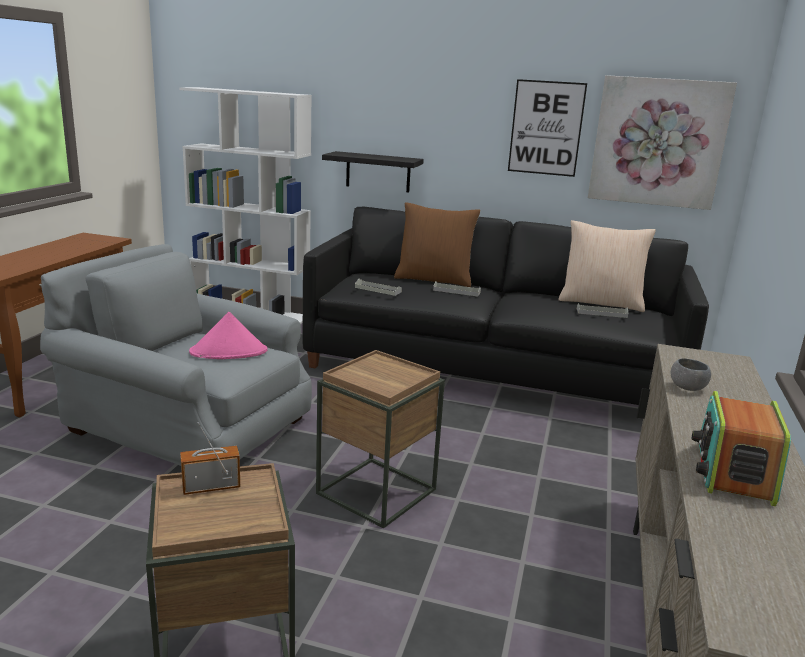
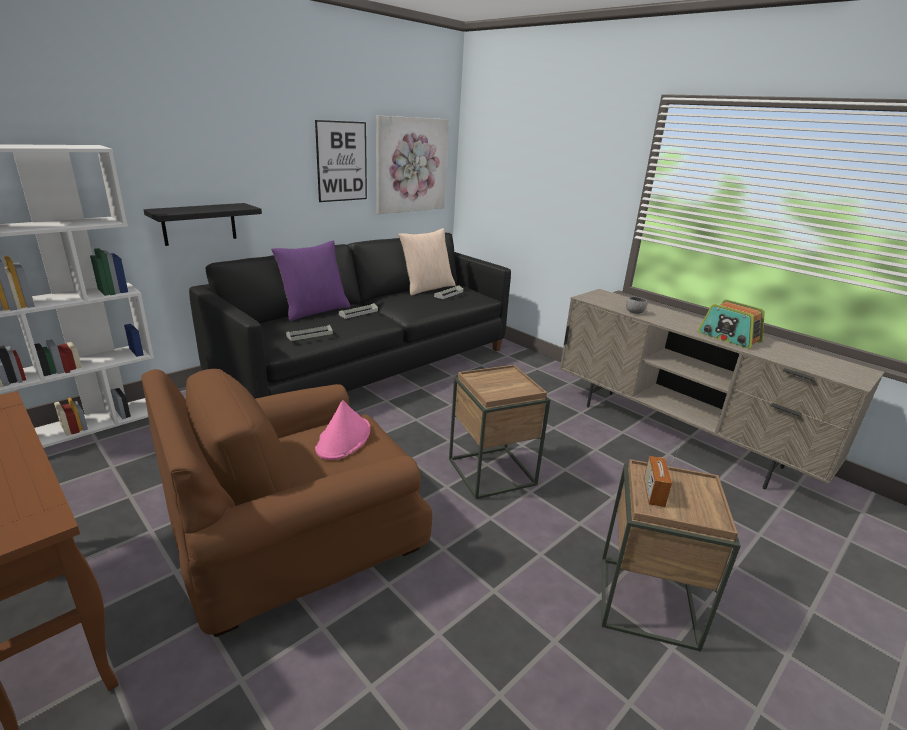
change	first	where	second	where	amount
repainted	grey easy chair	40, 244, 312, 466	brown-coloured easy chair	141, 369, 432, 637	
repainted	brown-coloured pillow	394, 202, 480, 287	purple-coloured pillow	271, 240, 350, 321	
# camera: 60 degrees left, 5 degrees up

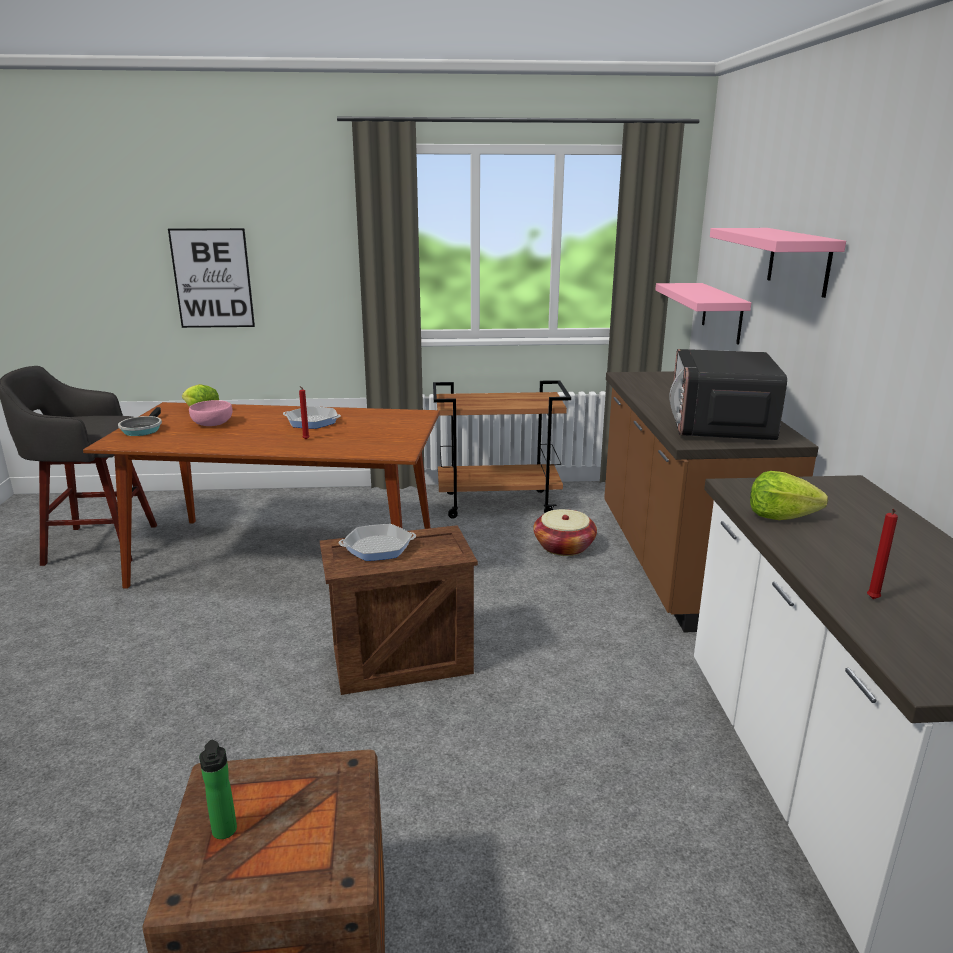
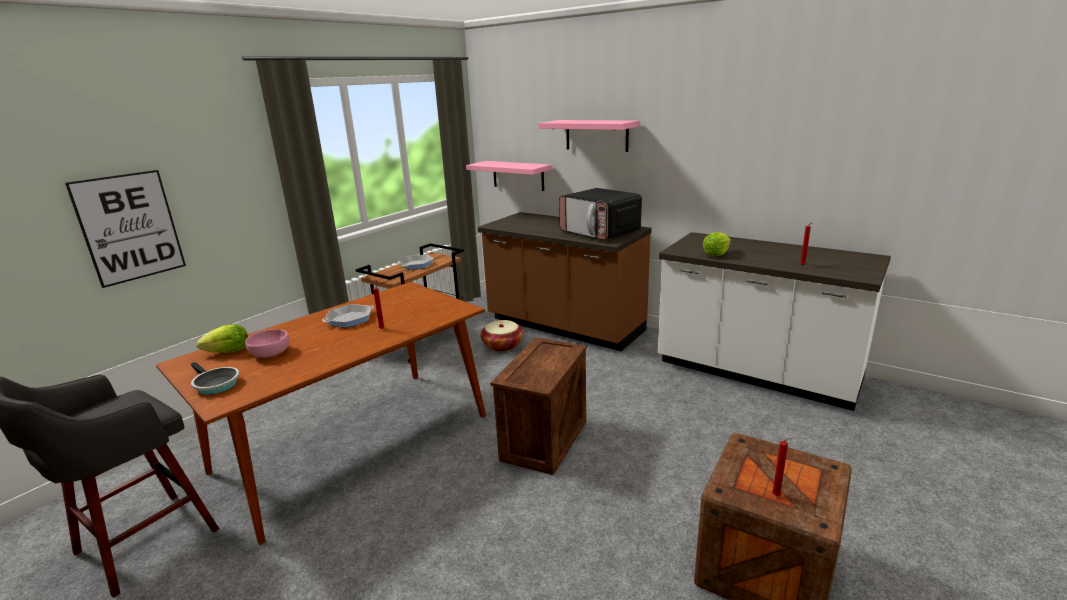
change	first	where	second	where	amount
shifted	skillet	339, 524, 416, 561		398, 254, 433, 270	
swapped	drink bottle	199, 740, 237, 839	red-coloured wax light	772, 438, 792, 496	
# camera: 50 degrees left, 0 degrees up

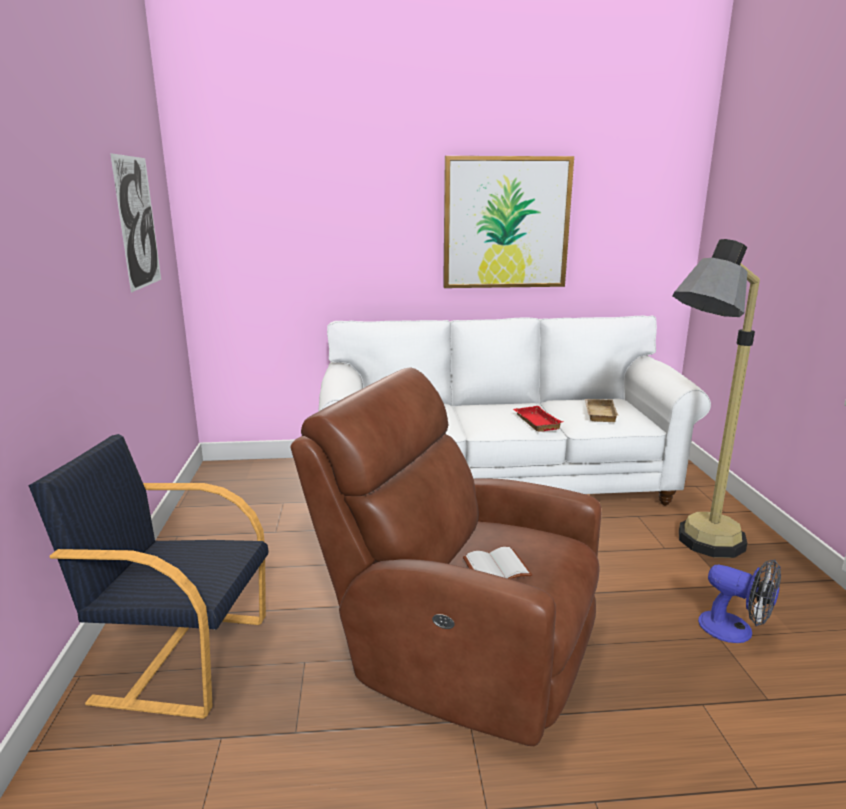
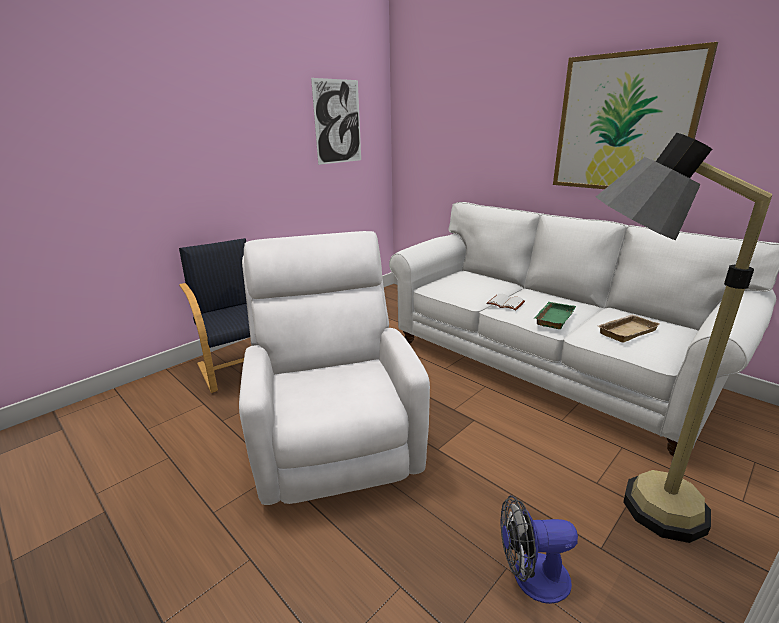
change	first	where	second	where	amount
shifted	white-coloured volume	463, 547, 532, 579		486, 294, 525, 310	
repainted	brown-coloured easy chair	290, 367, 601, 746	white-coloured easy chair	239, 231, 430, 505	
repainted	red-coloured tray	513, 406, 563, 432	green-coloured tray	535, 302, 576, 329	
rotated	electric fan	698, 559, 781, 643		501, 495, 578, 604	90 degrees clockwise
# camera: 50 degrees right, 5 degrees up

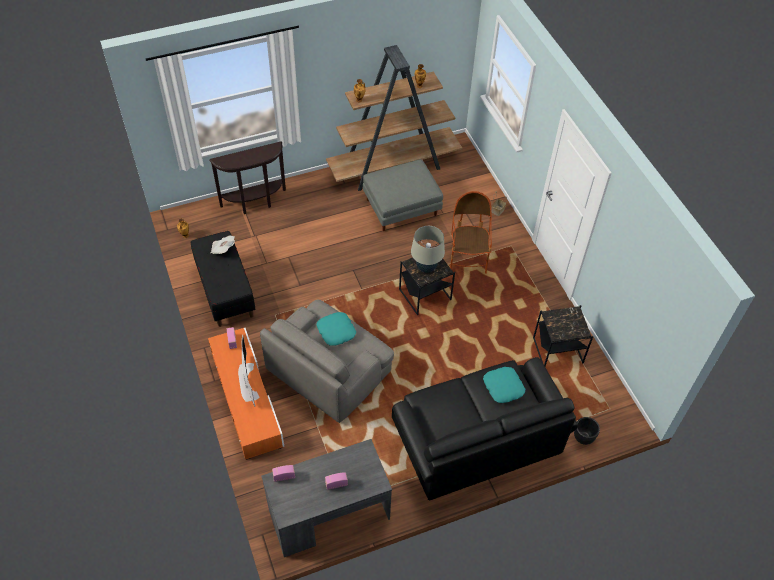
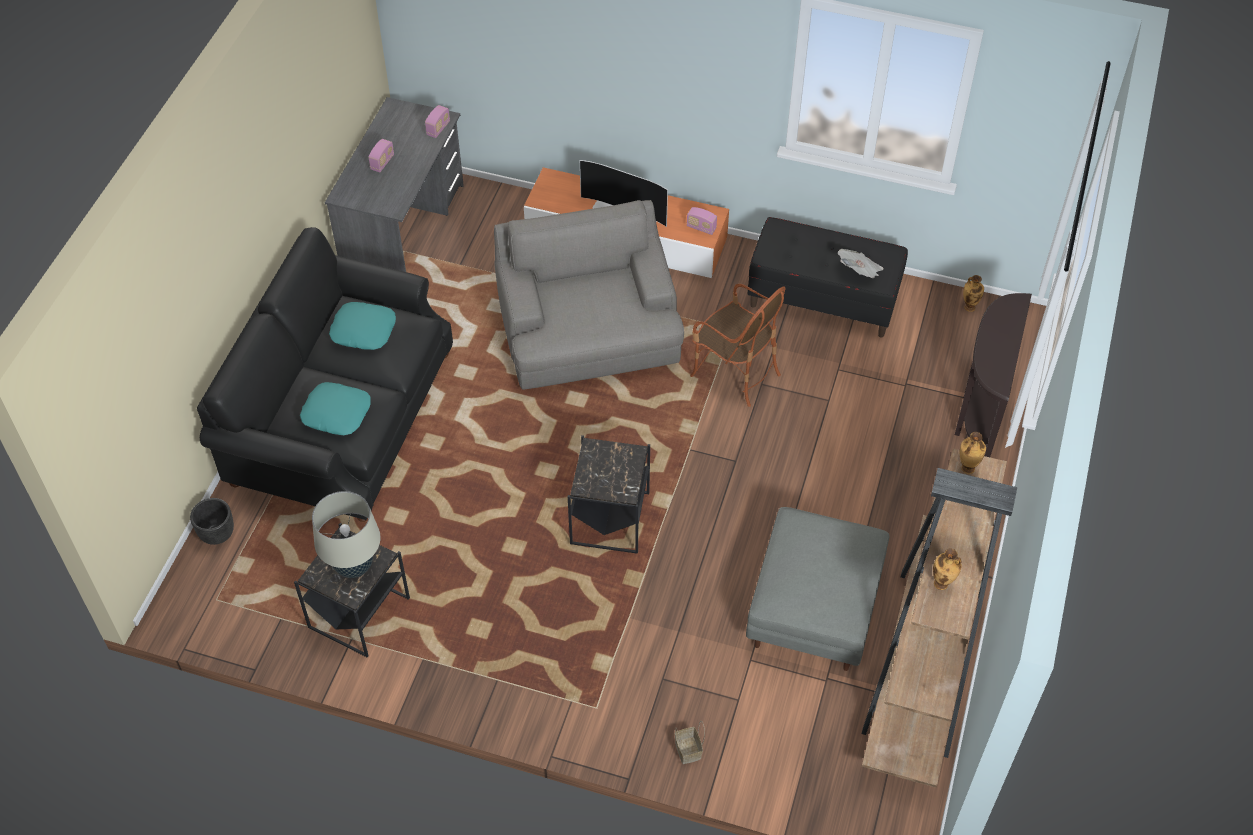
change	first	where	second	where	amount
shifted	turquoise pillow	316, 312, 356, 346		329, 302, 396, 350	
shifted	beige table lamp	411, 226, 445, 273		312, 491, 381, 578	
shifted	easy chair	450, 191, 492, 274		690, 284, 785, 407	
# camera: 130 degrees right, 0 degrees up

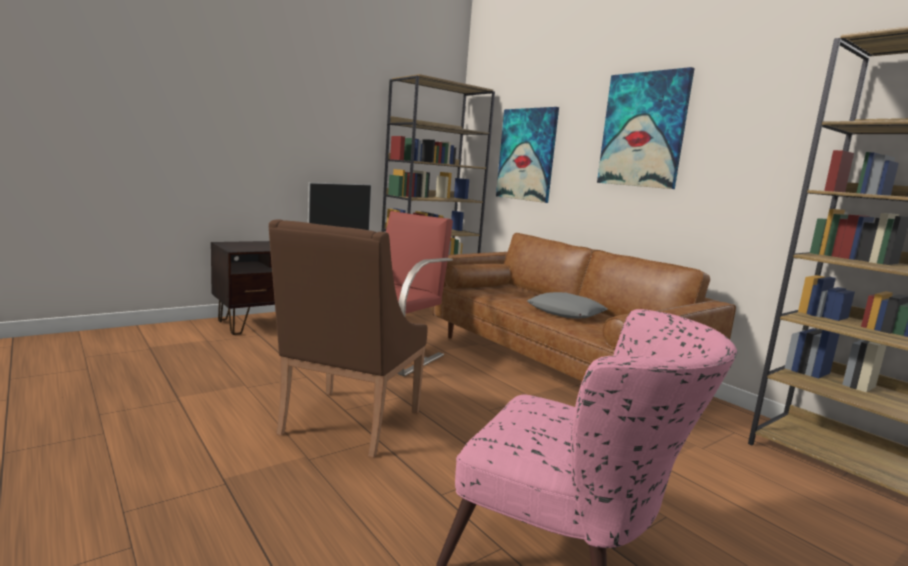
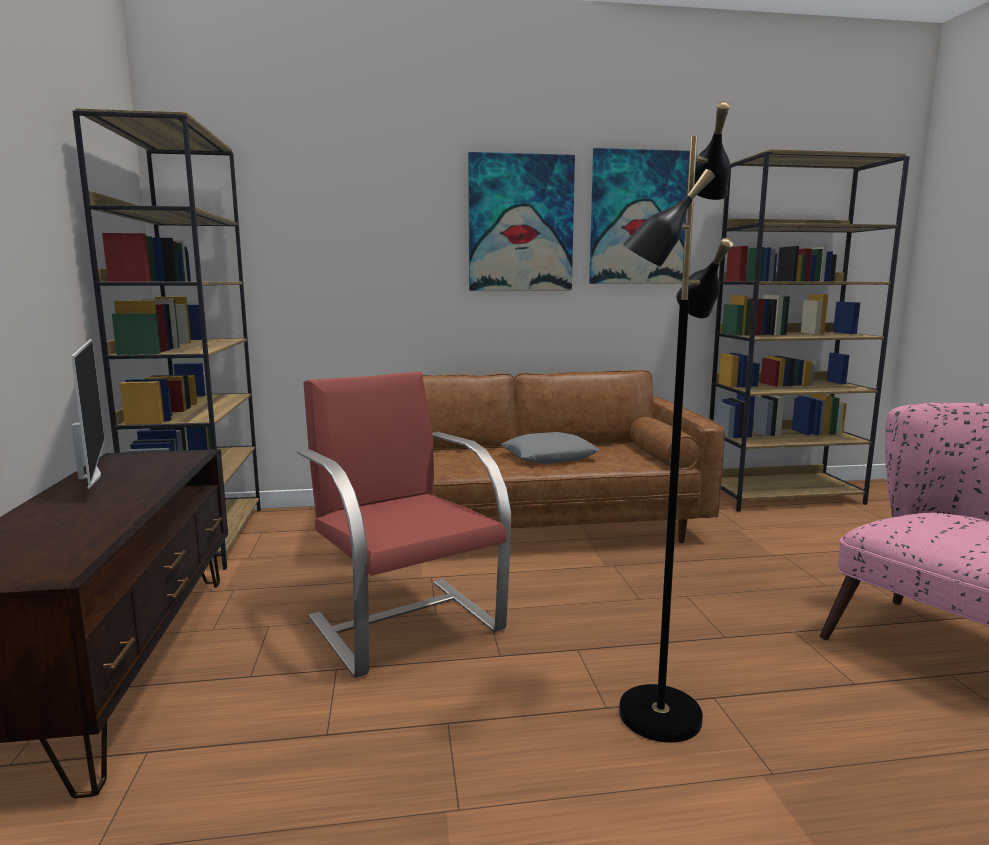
change	first	where	second	where	amount
shifted	wall art	496, 107, 559, 203		589, 148, 690, 284	
swapped	brown-coloured easy chair	269, 219, 427, 458	black standing lamp	619, 101, 733, 743	
# camera: 60 degrees left, 0 degrees up

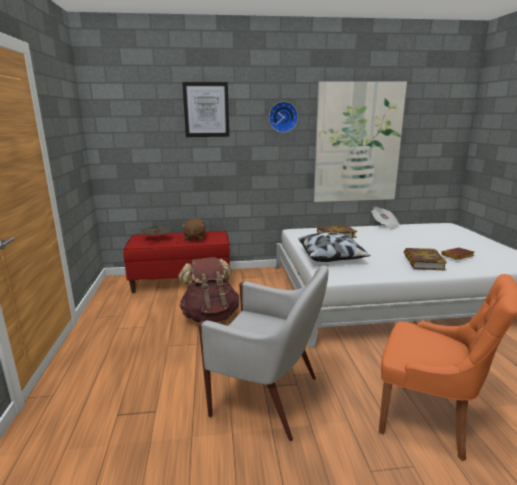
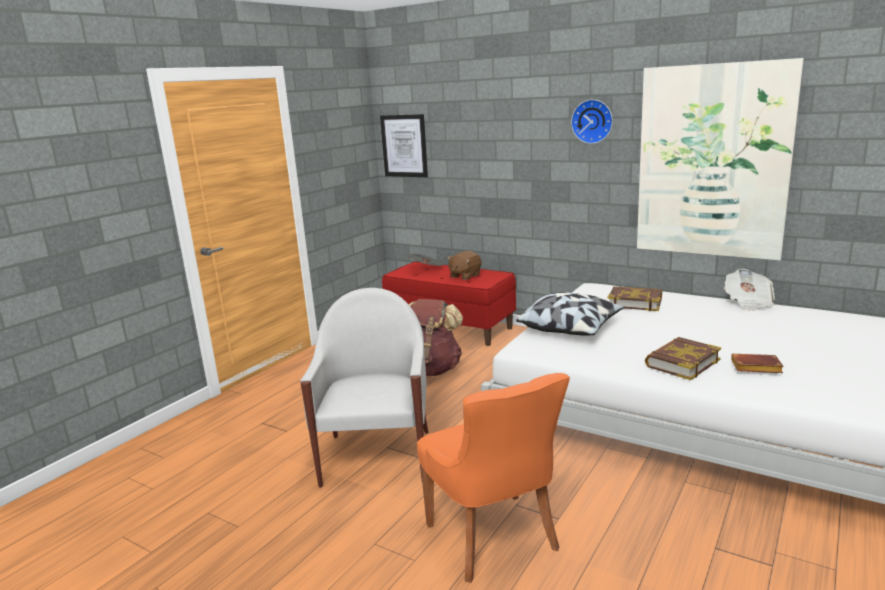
change	first	where	second	where	amount
shifted	wall art	182, 82, 229, 137		380, 114, 428, 177	
rotated	white-coloured easy chair	198, 265, 328, 441		300, 288, 428, 488	150 degrees counterclockwise
# camera: 40 degrees right, 0 degrees up

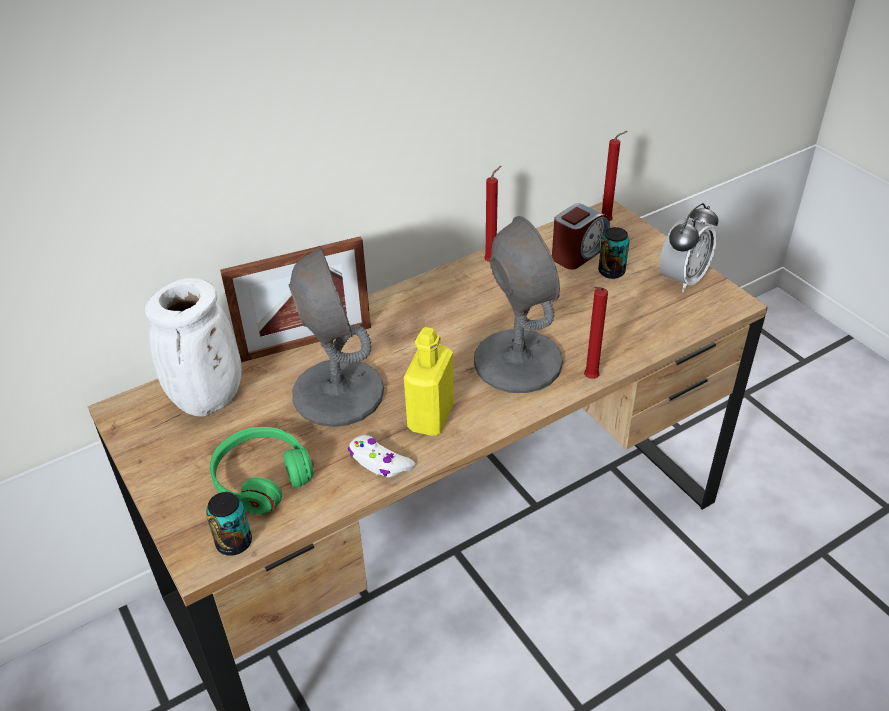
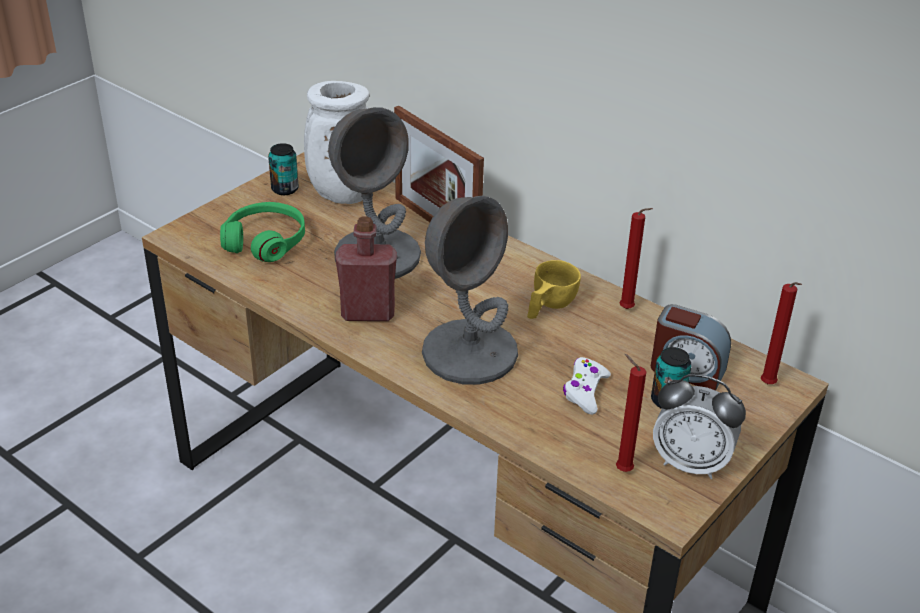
change	first	where	second	where	amount
new			yellowish drinking cup	527, 260, 581, 319	
shifted	sealed can	206, 492, 252, 556		268, 143, 299, 195	
shifted	white-coloured game controller	348, 435, 415, 477		563, 357, 611, 415	
shifted	red-coloured wax light	584, 286, 608, 379		616, 354, 646, 472	
repainted	yellowish drink bottle	404, 327, 454, 436	red-coloured drink bottle	335, 216, 397, 321	
# camera: 70 degrees right, 5 degrees down

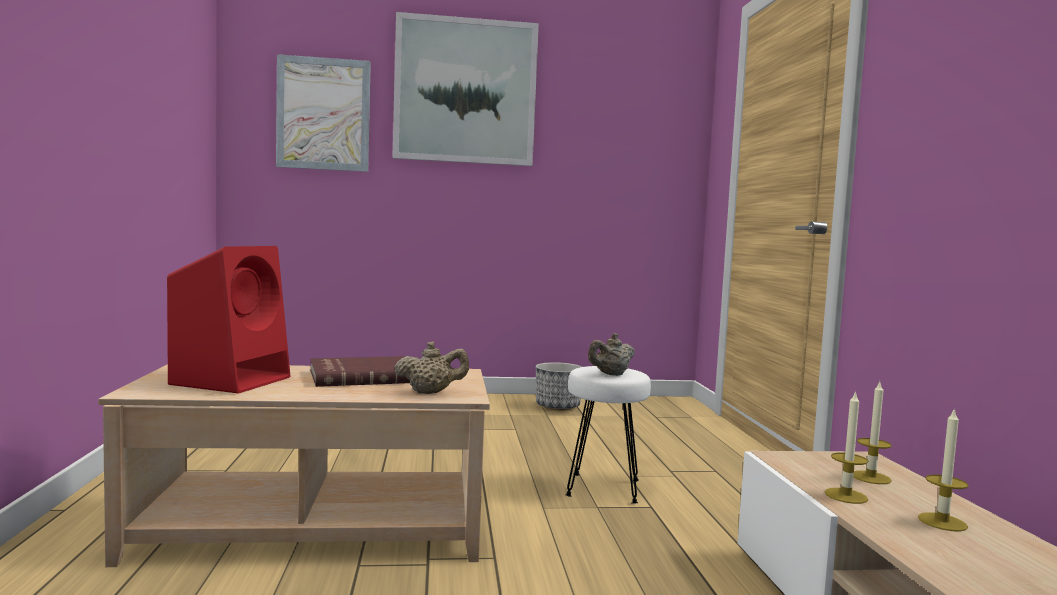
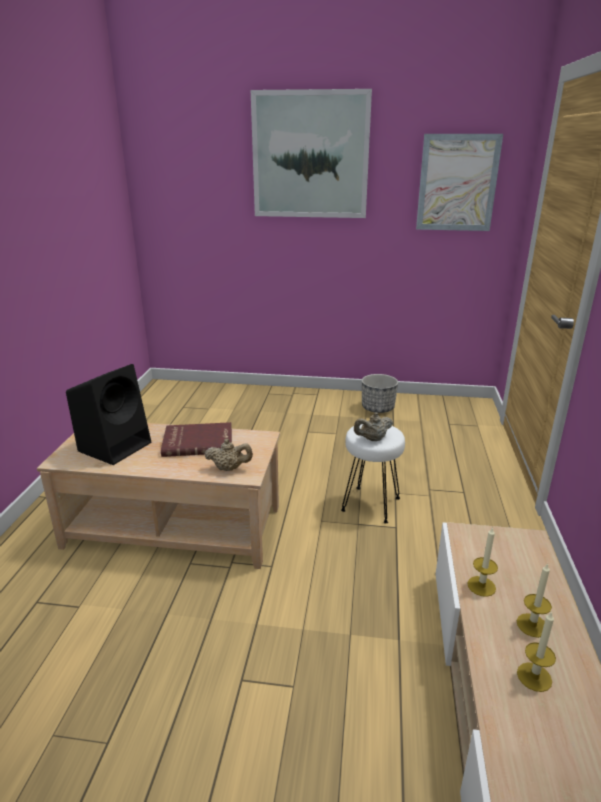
change	first	where	second	where	amount
shifted	wall art	276, 54, 371, 172		416, 134, 503, 231	
shifted	wax light	853, 382, 892, 484		517, 612, 556, 692	
repainted	red-coloured loudspeaker	167, 246, 290, 394	black loudspeaker	66, 364, 151, 465	
# camera: 15 degrees right, 20 degrees up

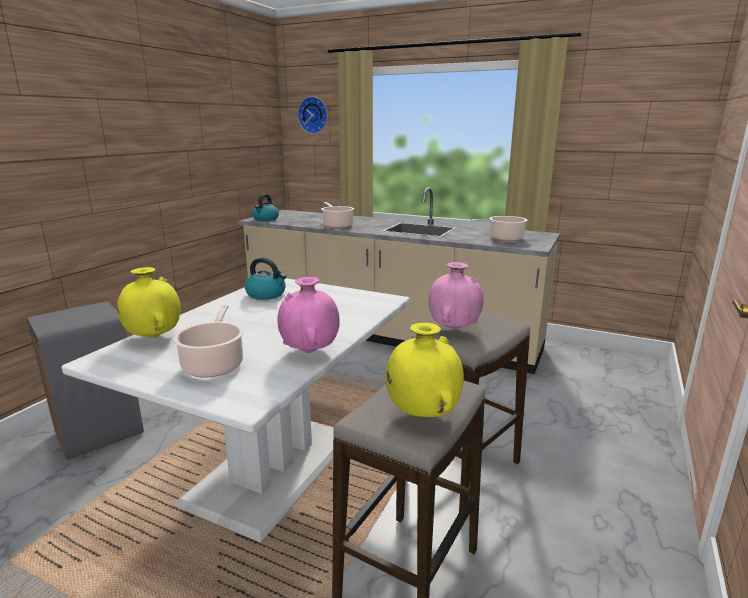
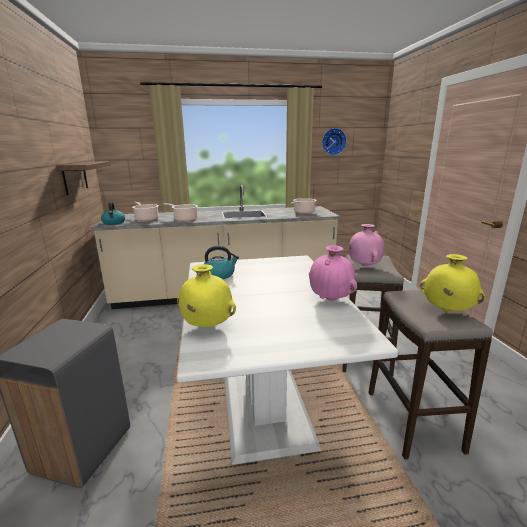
change	first	where	second	where	amount
new			bracket shelf	56, 161, 110, 195	
shifted	saucepot	173, 305, 244, 378		132, 202, 159, 222	
shifted	clock on the wall	298, 96, 328, 134		322, 128, 347, 155	
# camera: 35 degrees left, 0 degrees up

